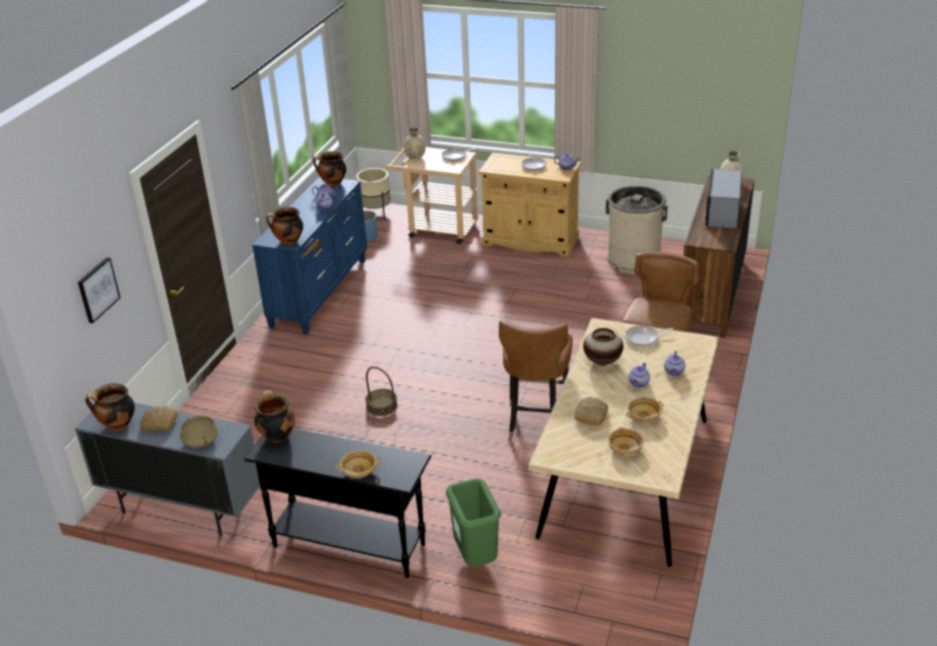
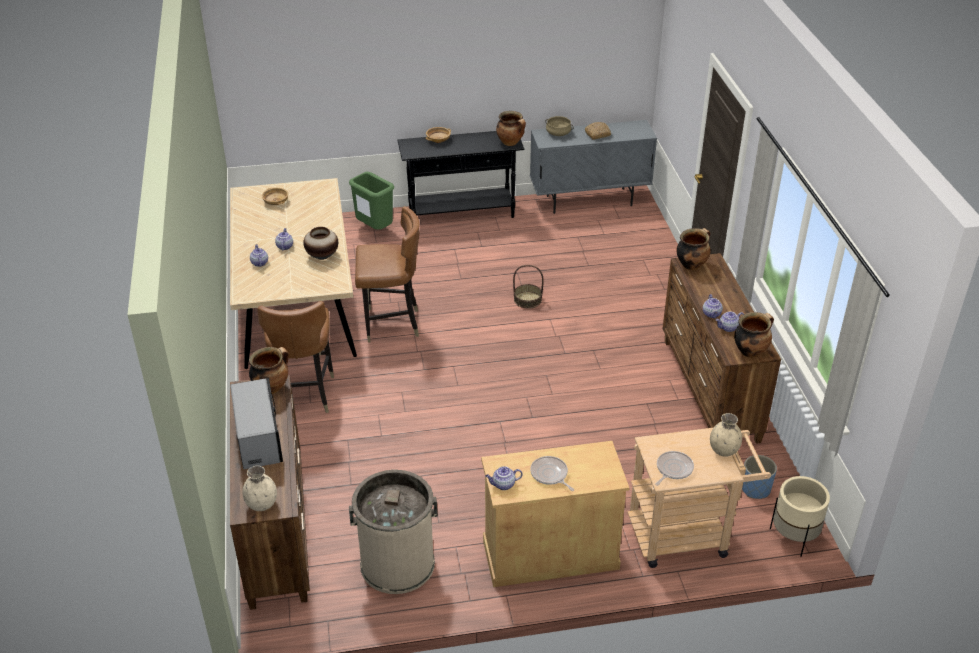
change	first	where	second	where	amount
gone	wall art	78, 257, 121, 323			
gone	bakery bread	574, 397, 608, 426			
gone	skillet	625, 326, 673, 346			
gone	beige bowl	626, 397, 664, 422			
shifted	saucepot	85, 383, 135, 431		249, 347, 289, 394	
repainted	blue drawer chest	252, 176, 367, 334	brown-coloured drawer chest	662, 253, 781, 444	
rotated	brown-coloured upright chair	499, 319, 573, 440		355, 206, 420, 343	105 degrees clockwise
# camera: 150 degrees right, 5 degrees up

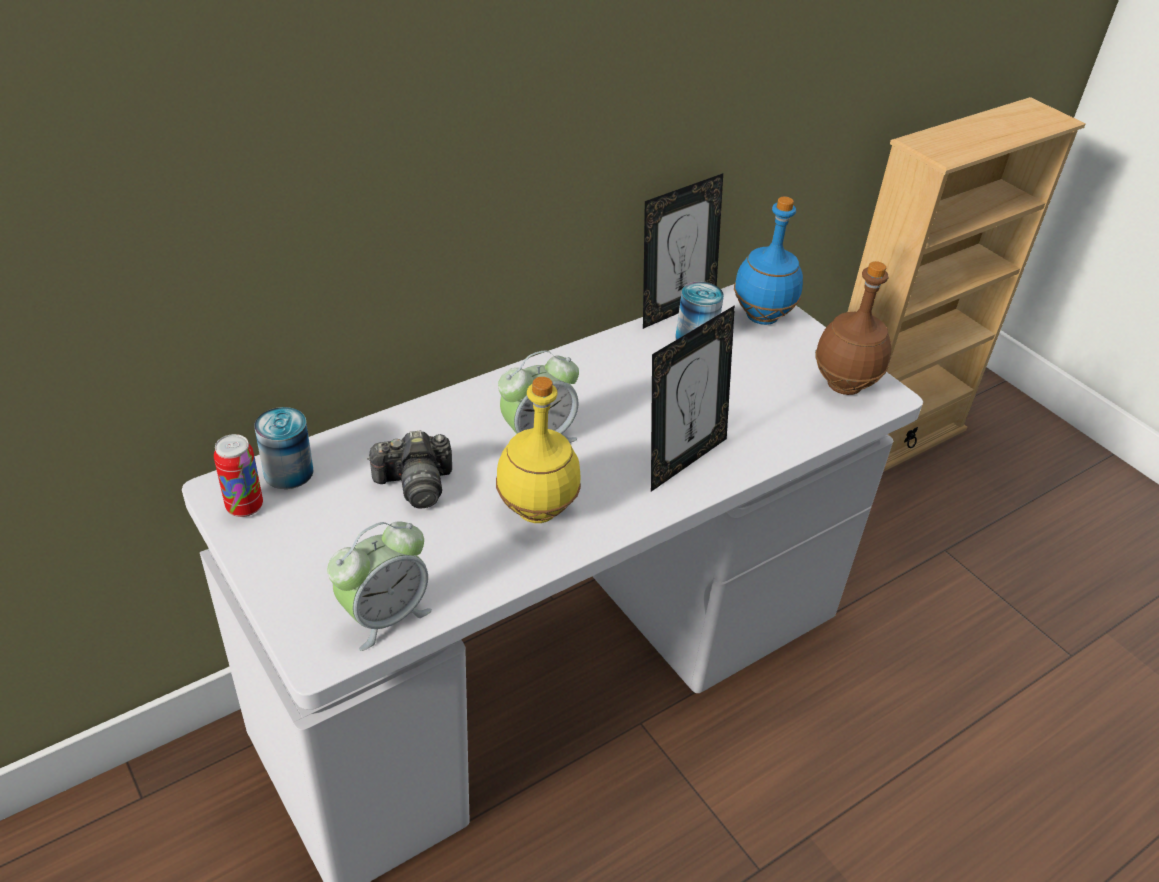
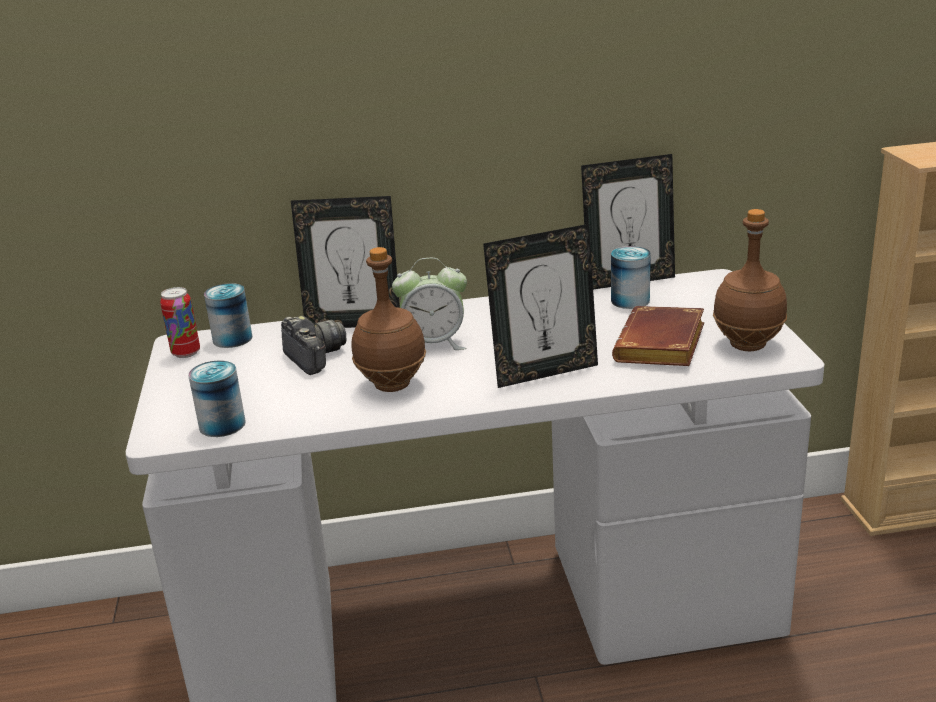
change	first	where	second	where	amount
gone	blue drink bottle	734, 196, 803, 325			
new			photo frame	291, 196, 400, 328	
new			brown-coloured volume	612, 306, 704, 366	
swapped	table clock	327, 521, 432, 651	sealed can	188, 361, 246, 437	
repainted	yellowish drink bottle	496, 377, 581, 523	brown-coloured drink bottle	352, 247, 426, 392	
rotated	still camera	367, 430, 452, 509		281, 316, 346, 375	135 degrees counterclockwise
# camera: 30 degrees right, 15 degrees down

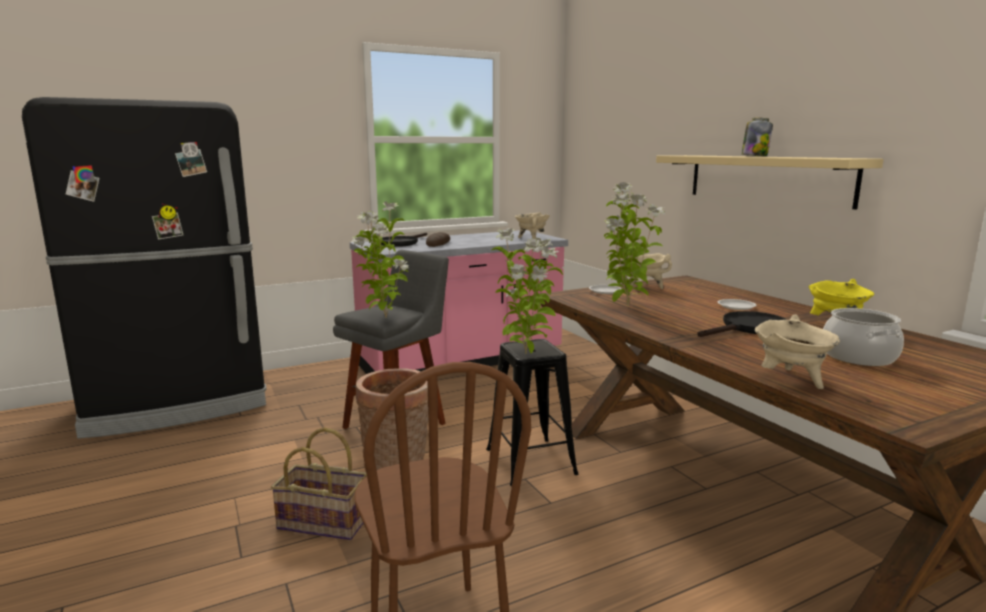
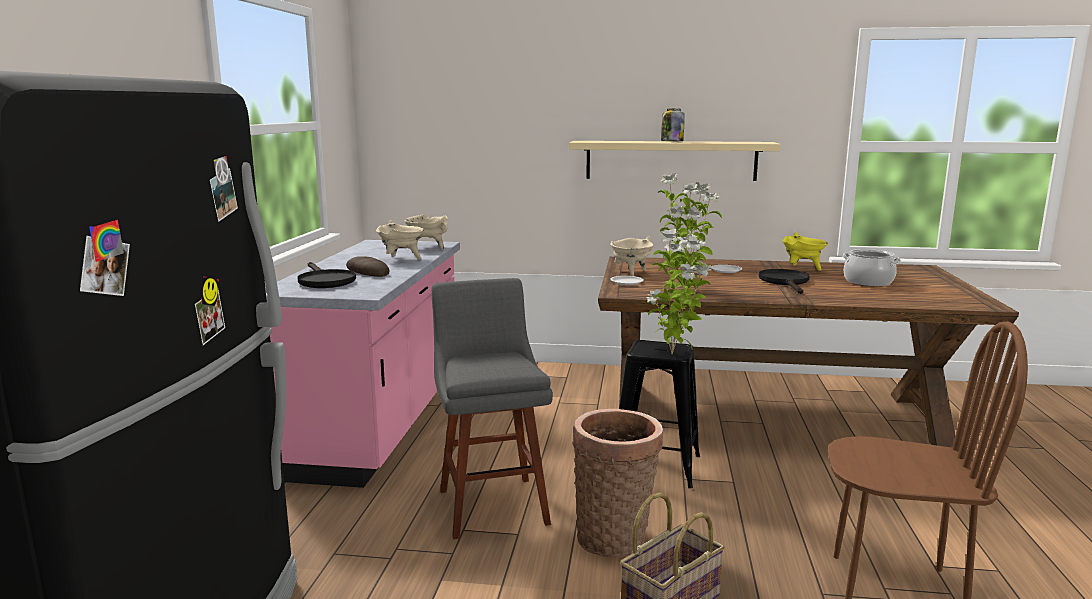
change	first	where	second	where	amount
gone	plant in a pot	350, 201, 409, 318			
shifted	beige saucepot	755, 315, 840, 389		376, 220, 424, 259	
# camera: 55 degrees left, 0 degrees up

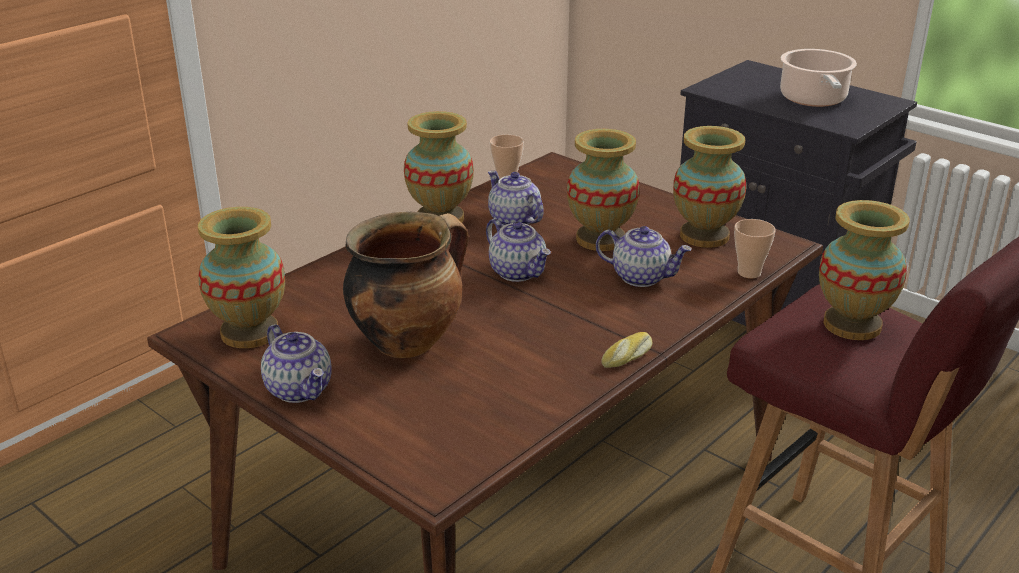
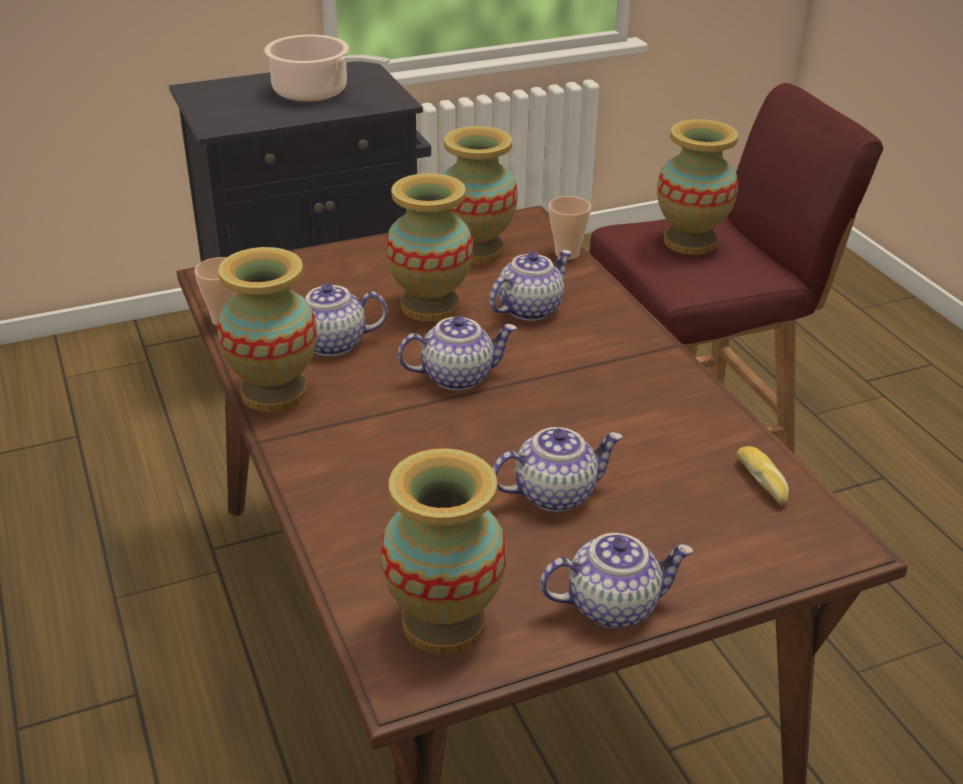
change	first	where	second	where	amount
shifted	bakery bread	601, 332, 652, 368		737, 446, 789, 506	
swapped	saucepot	343, 212, 469, 358	teapot	492, 427, 623, 512	
# camera: 65 degrees left, 5 degrees up

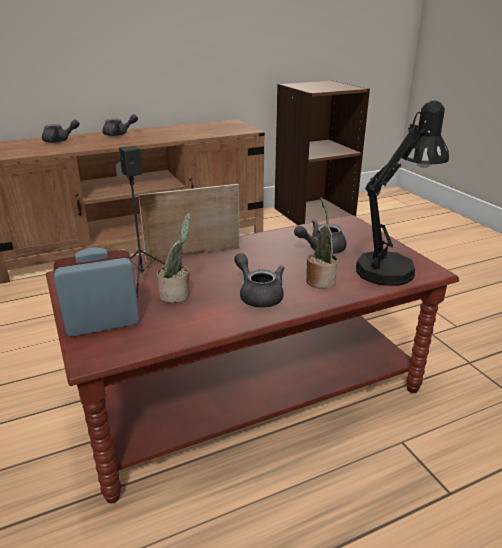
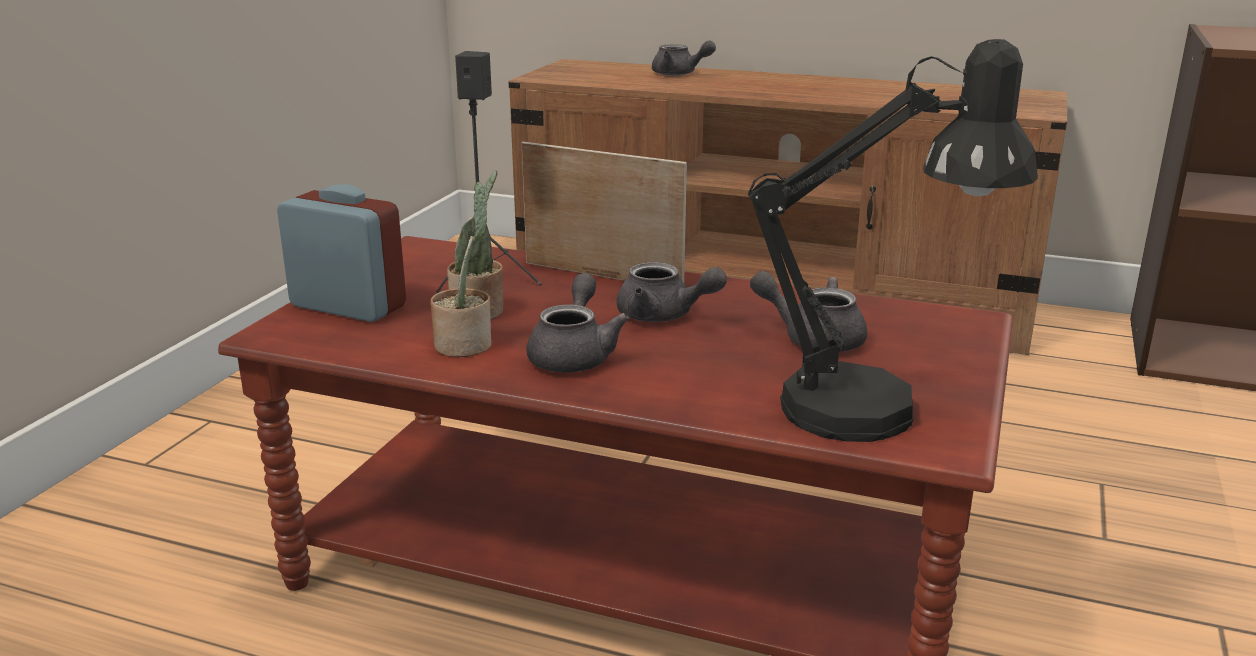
change	first	where	second	where	amount
shifted	grey teapot	103, 114, 138, 136		616, 262, 727, 322	
shifted	plant in a pot	306, 197, 338, 289		430, 182, 491, 357	
# camera: 45 degrees right, 5 degrees down

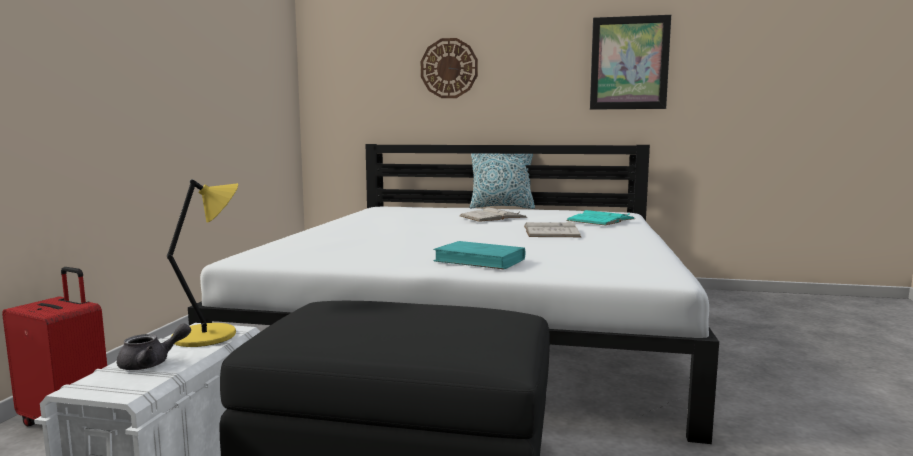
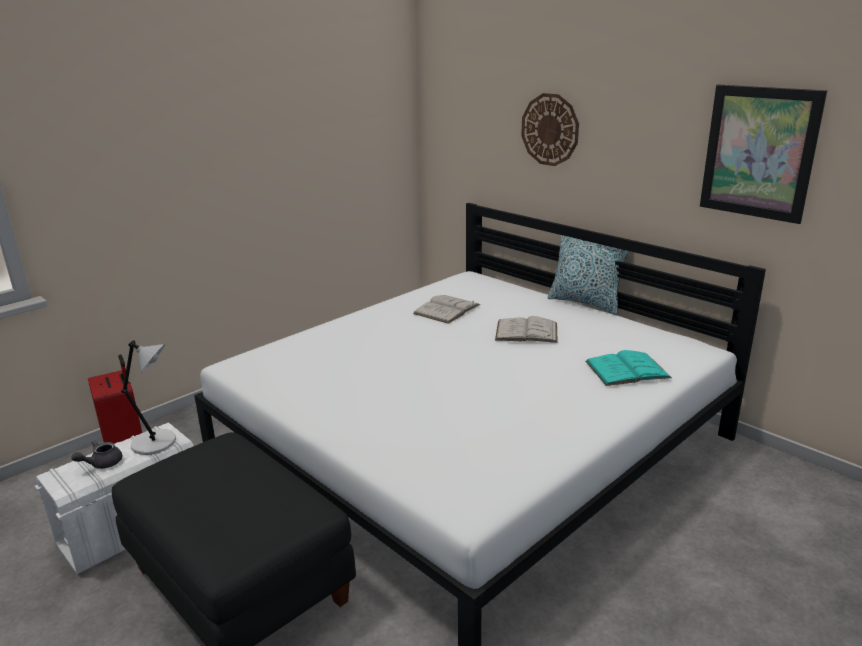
change	first	where	second	where	amount
gone	turquoise volume	433, 241, 525, 269			
shifted	white-coloured volume	524, 220, 581, 237		413, 295, 480, 324	
repainted	yellowish table lamp	167, 179, 238, 347	grey table lamp	121, 340, 176, 455	
rotated	grey teapot	117, 323, 191, 370		71, 440, 122, 469	135 degrees clockwise
# camera: 35 degrees right, 15 degrees up

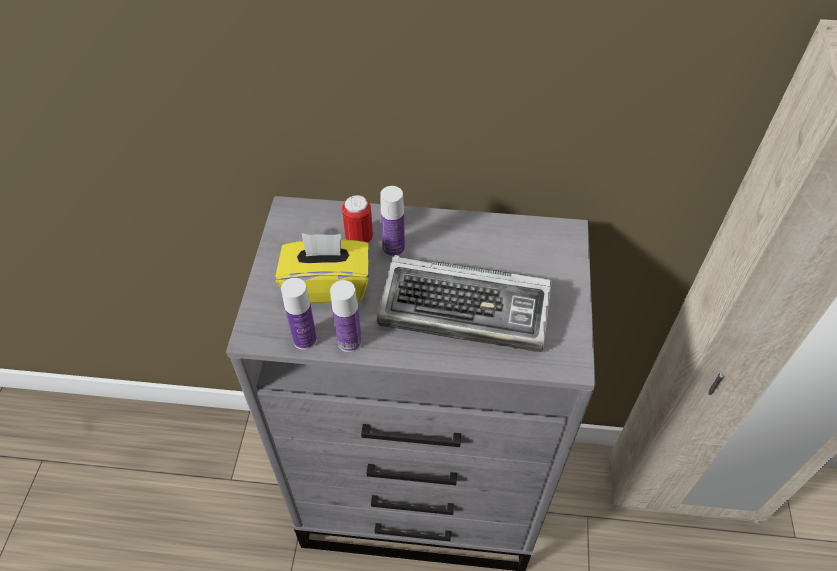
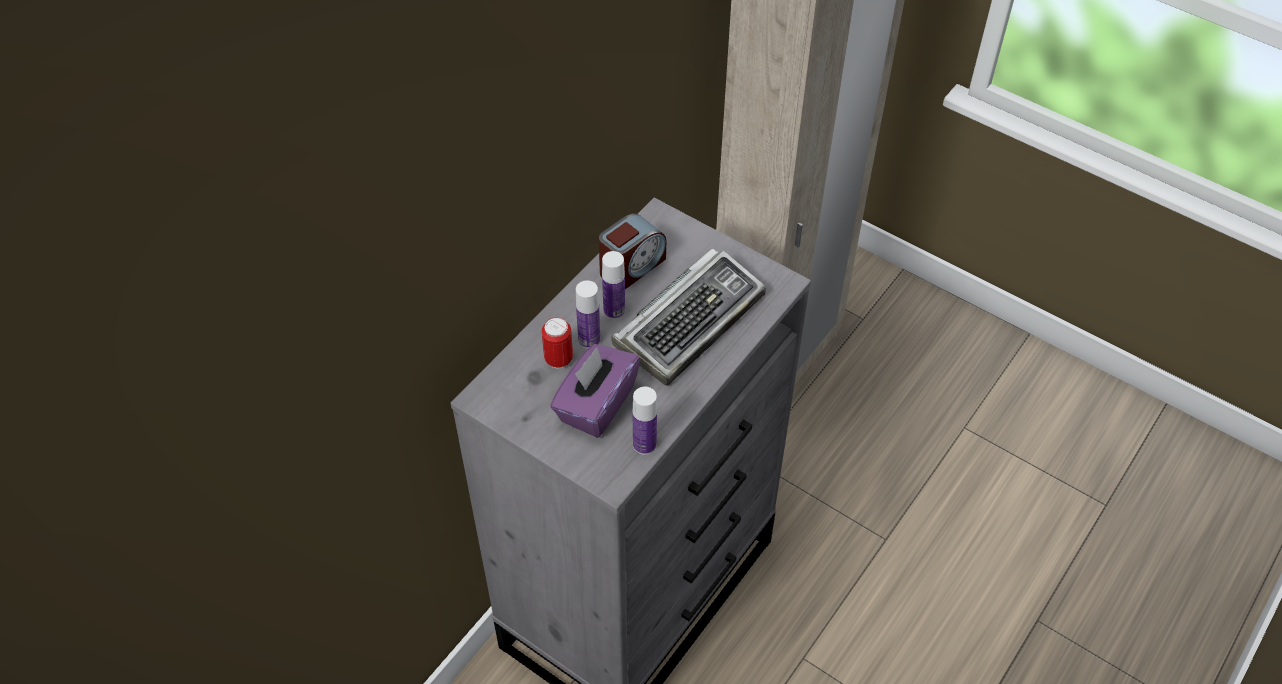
change	first	where	second	where	amount
new			table clock	599, 214, 666, 289	
shifted	drink bottle	330, 280, 362, 352		602, 251, 625, 320	
repainted	yellowish tissue holder	275, 233, 369, 303	purple-coloured tissue holder	550, 344, 640, 438	
# camera: 60 degrees left, 0 degrees up

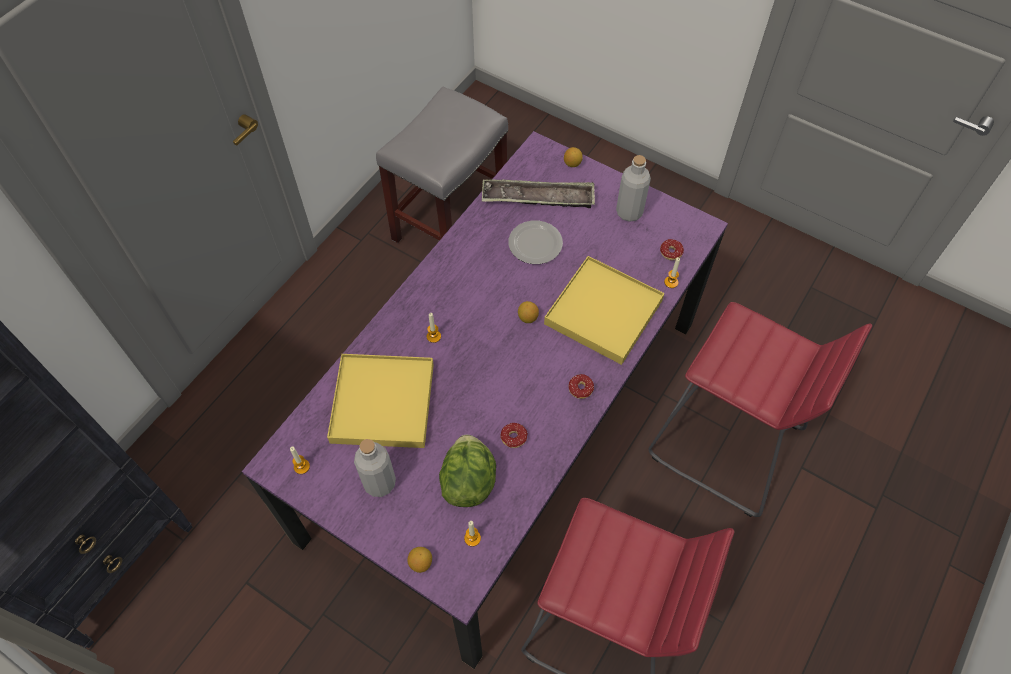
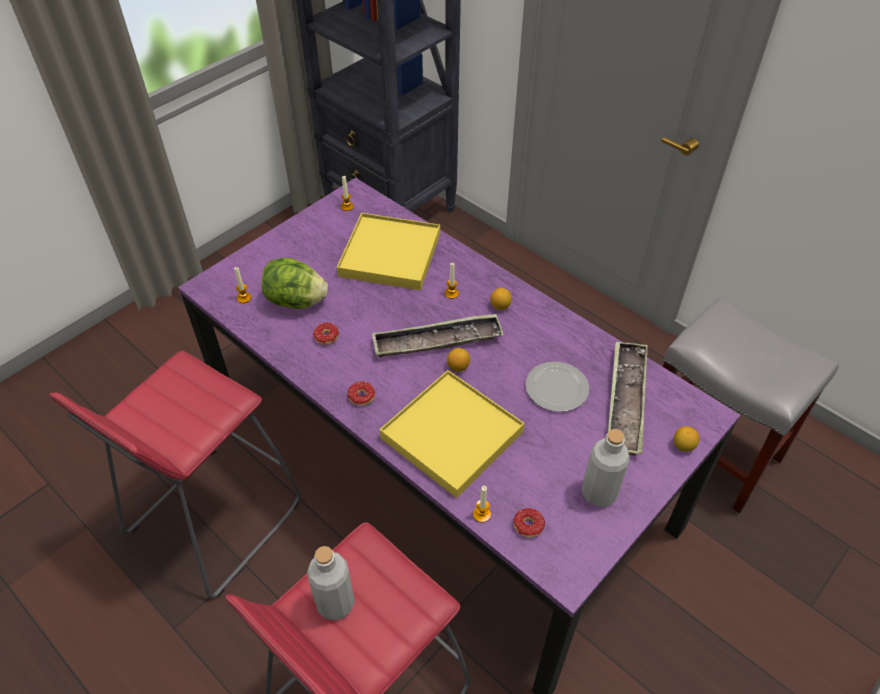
change	first	where	second	where	amount
new			tray	372, 314, 504, 357	
shifted	grey drink bottle	354, 439, 396, 497		307, 546, 355, 621	
shifted	whole lemon	407, 547, 432, 573		490, 288, 512, 310	
# camera: 100 degrees right, 10 degrees down

